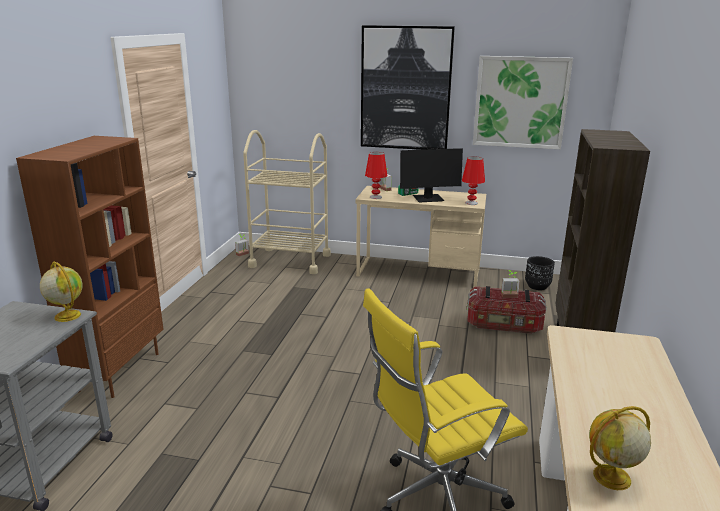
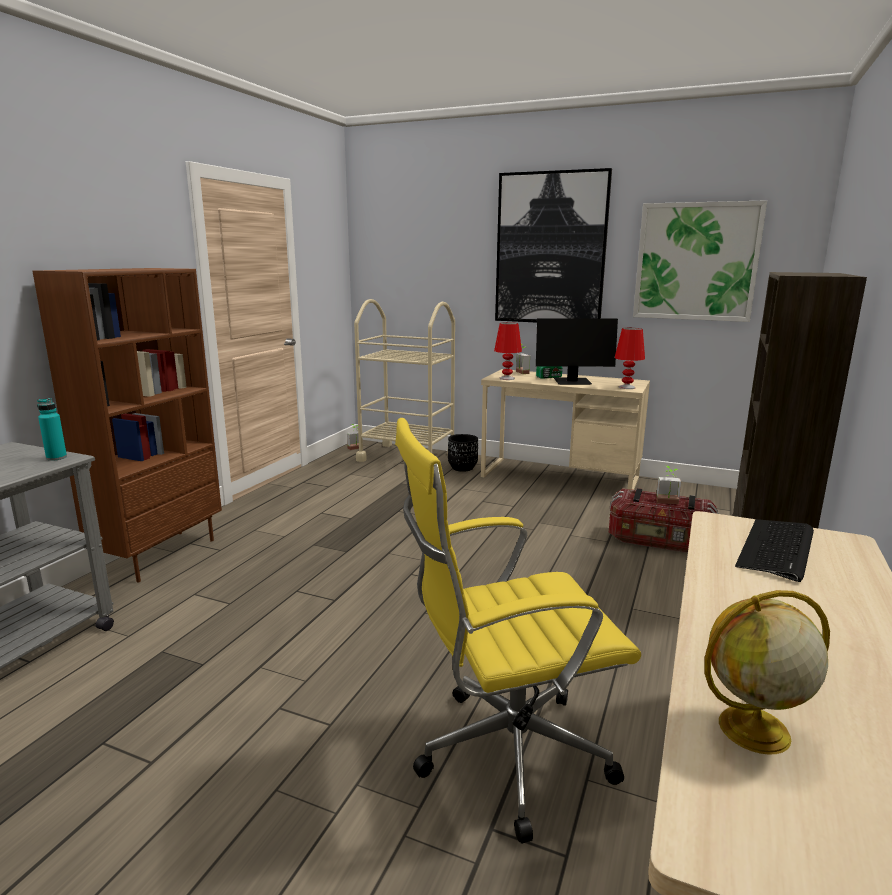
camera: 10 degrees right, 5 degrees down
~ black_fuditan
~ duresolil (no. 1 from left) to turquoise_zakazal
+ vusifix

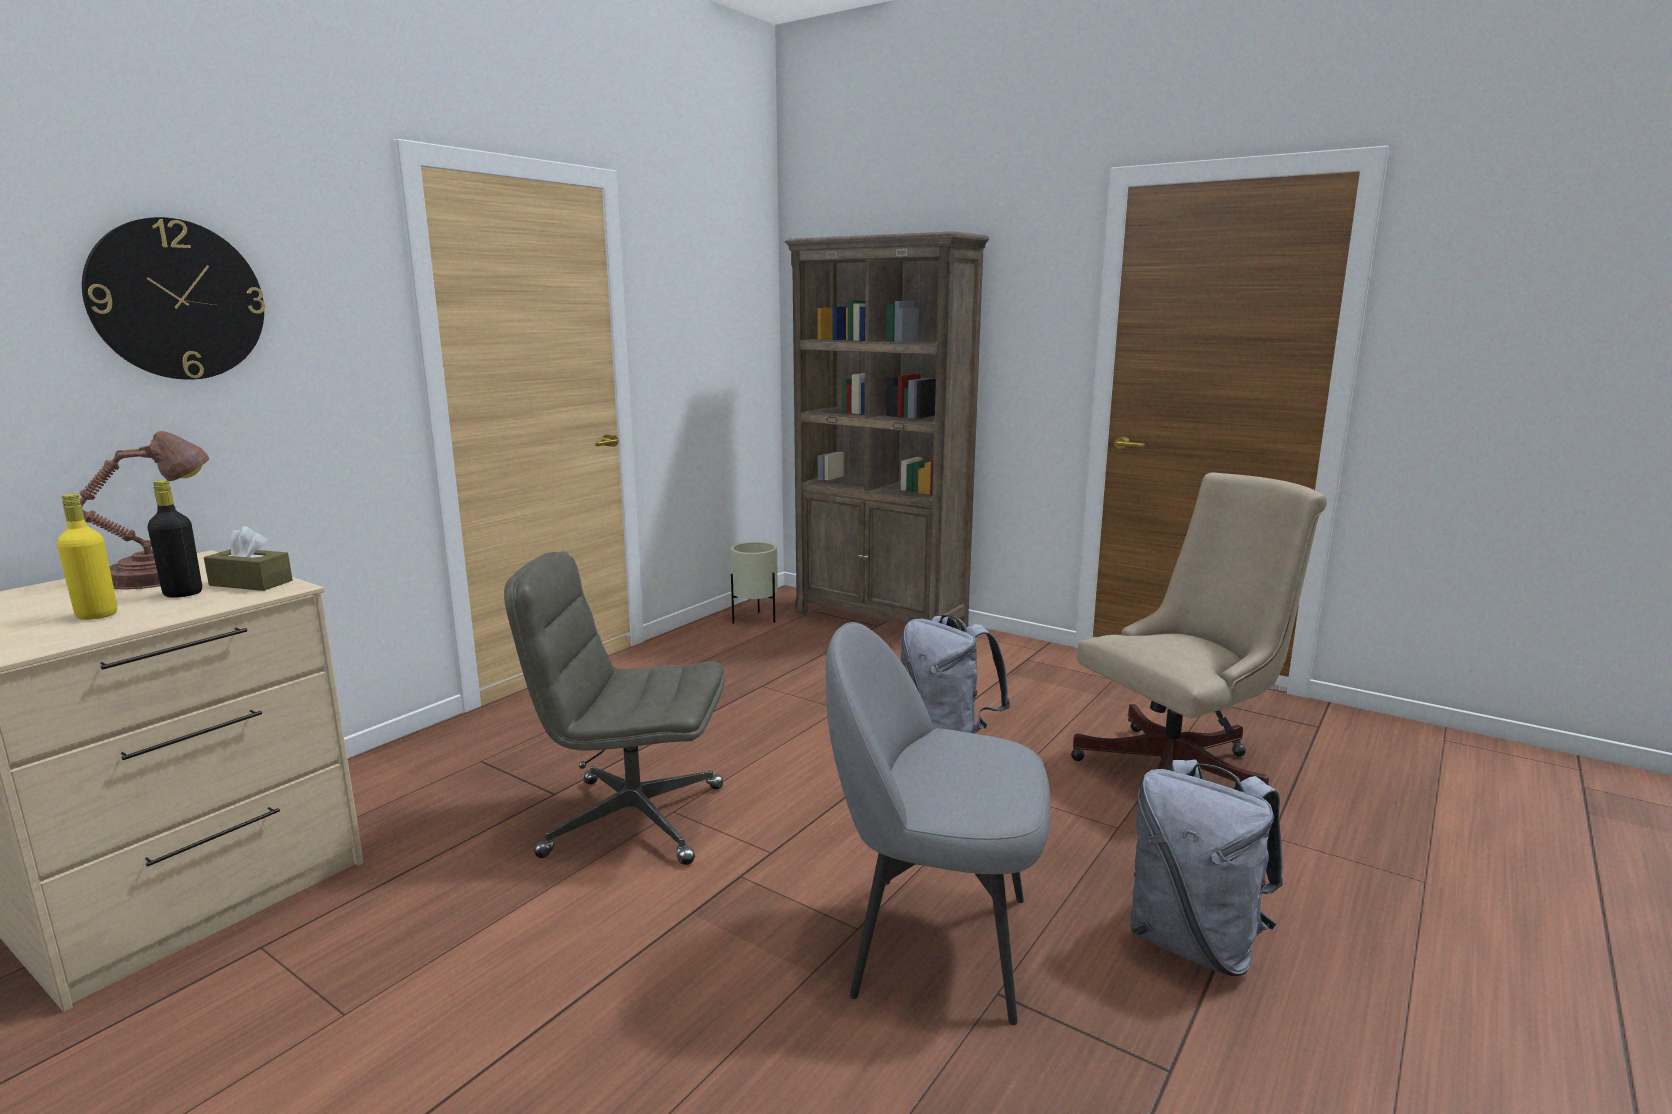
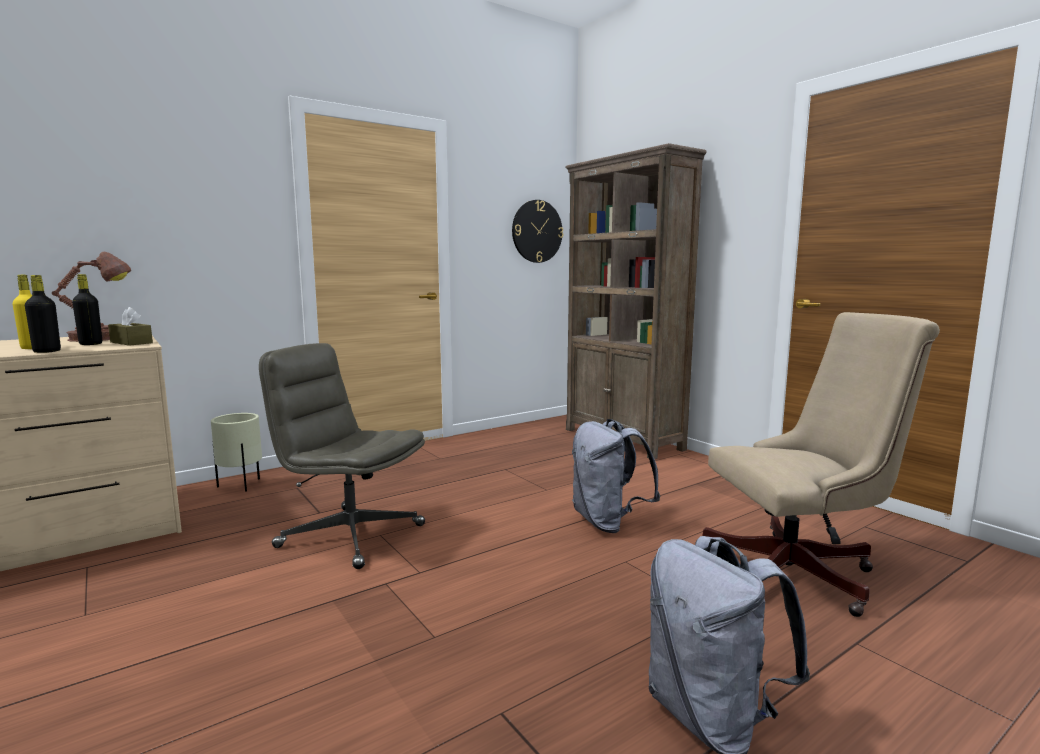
camera: 20 degrees right, 5 degrees down
~ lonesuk
~ beige_fuditan
- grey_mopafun
+ black_zakazal (no. 1 from left)

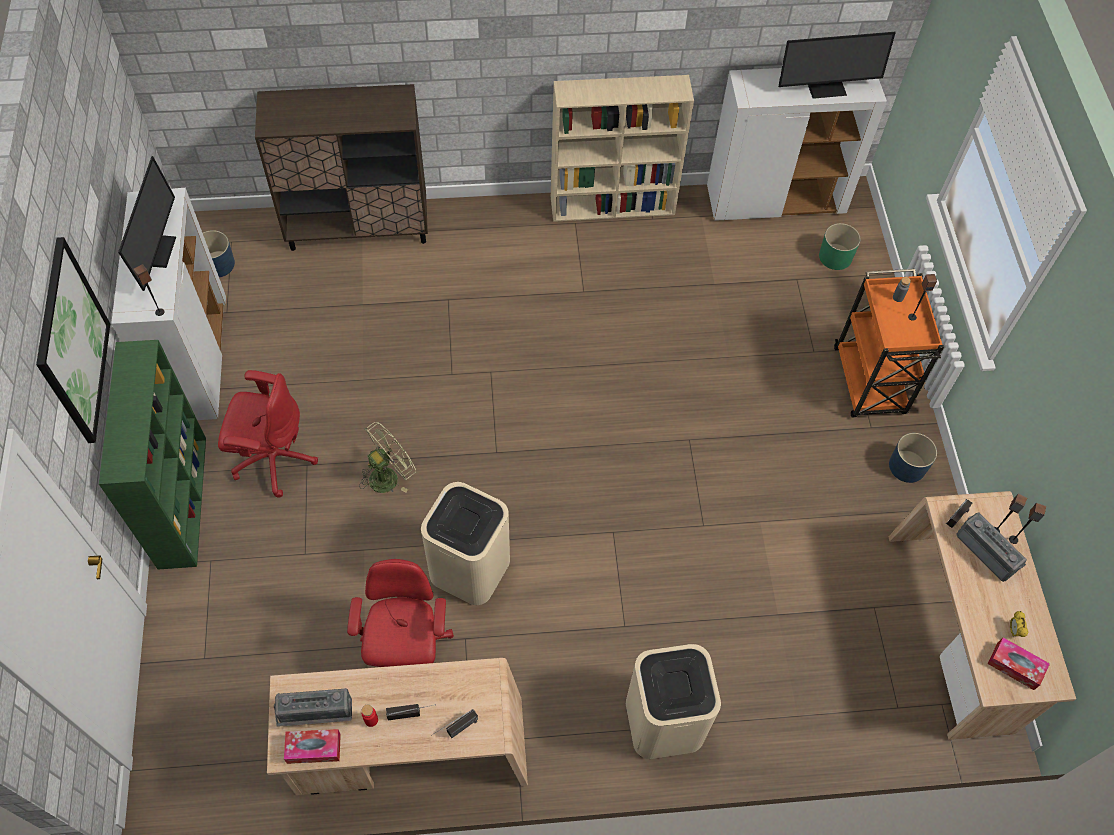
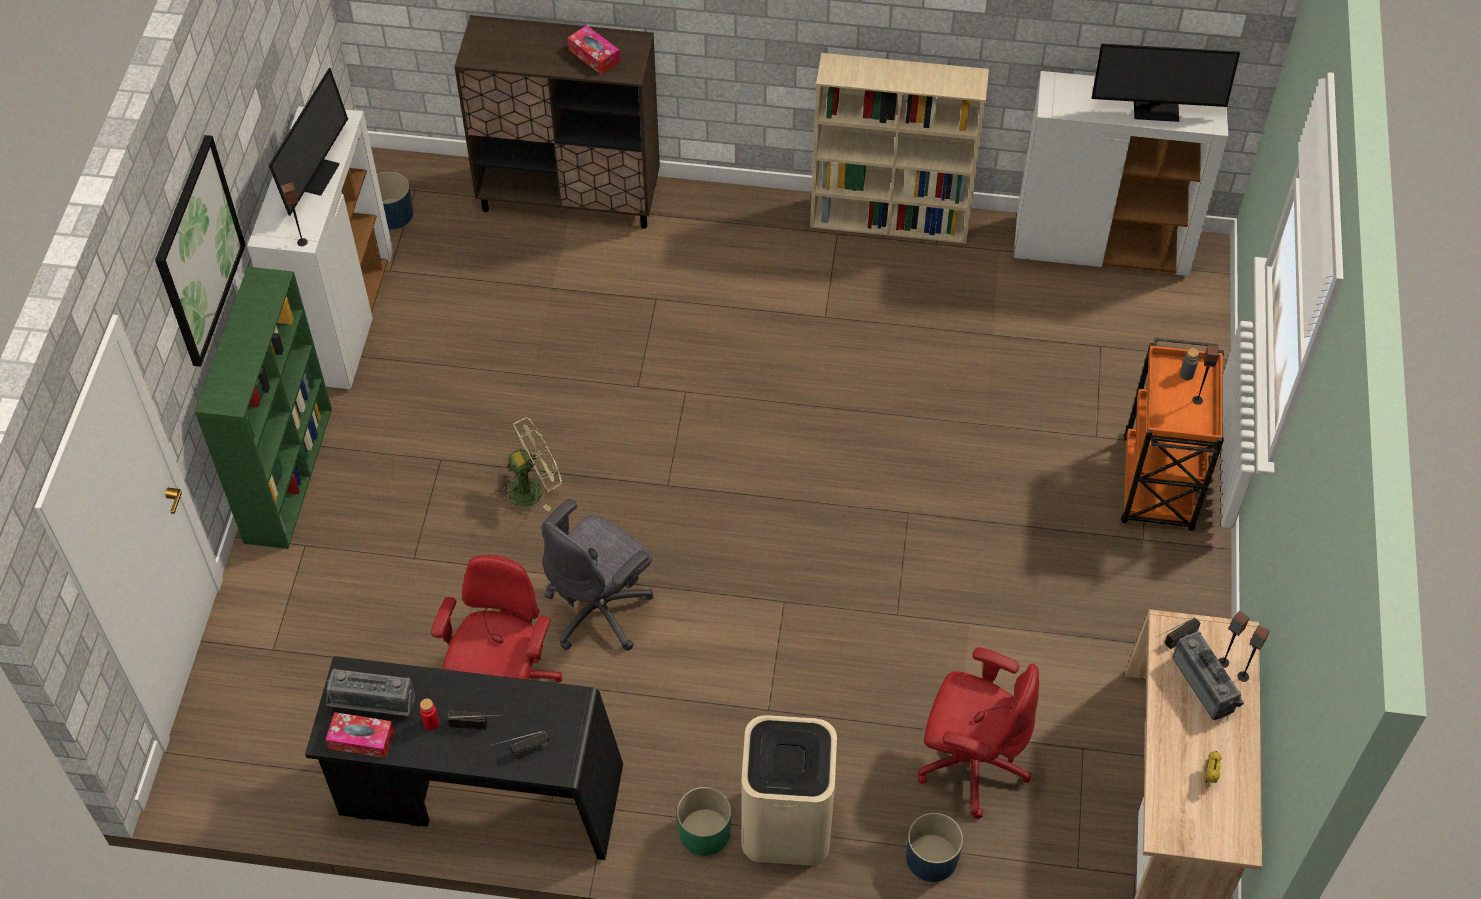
camera: 15 degrees right, 5 degrees down
~ green_fuditan
~ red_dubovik (no. 1 from left in the first image) to red_dubovik (no. 2 from left)
~ blue_fuditan (no. 2 from left)
~ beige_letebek (no. 1 from left) to grey_dubovik
~ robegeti (no. 2 from left)
~ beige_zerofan (no. 1 from left) to black_zerofan

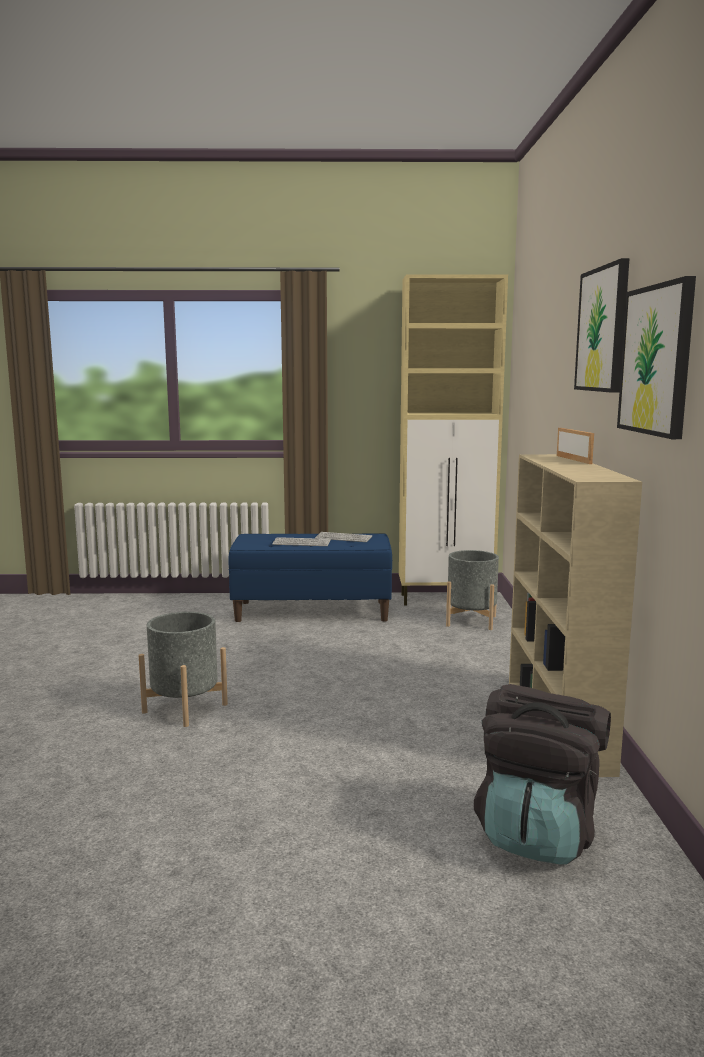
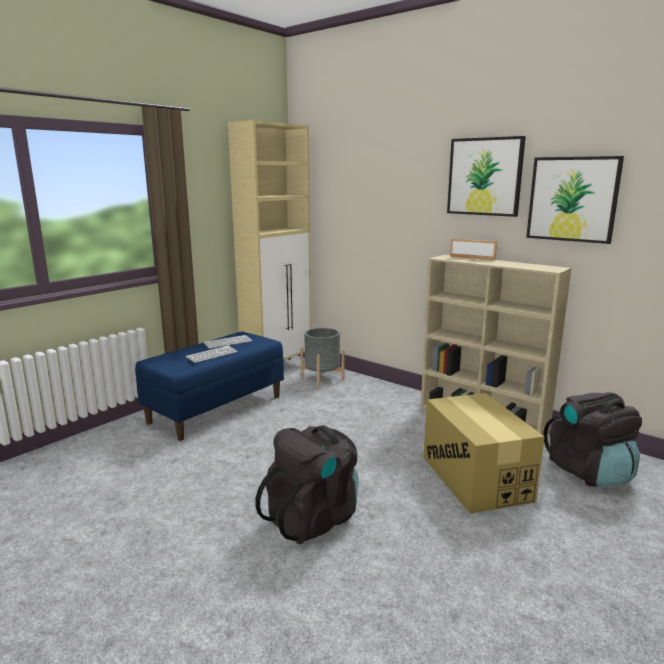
camera: 50 degrees left, 5 degrees up
~ grey_fuditan (no. 1 from left) to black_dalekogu (no. 1 from left)
+ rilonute

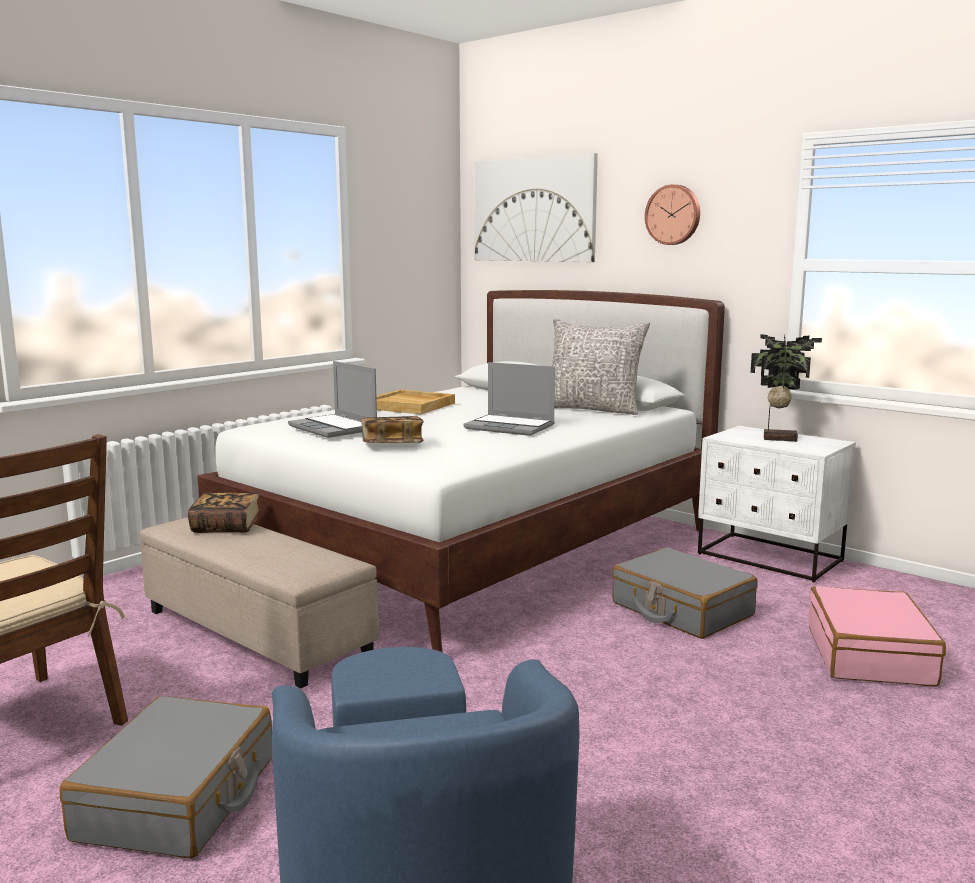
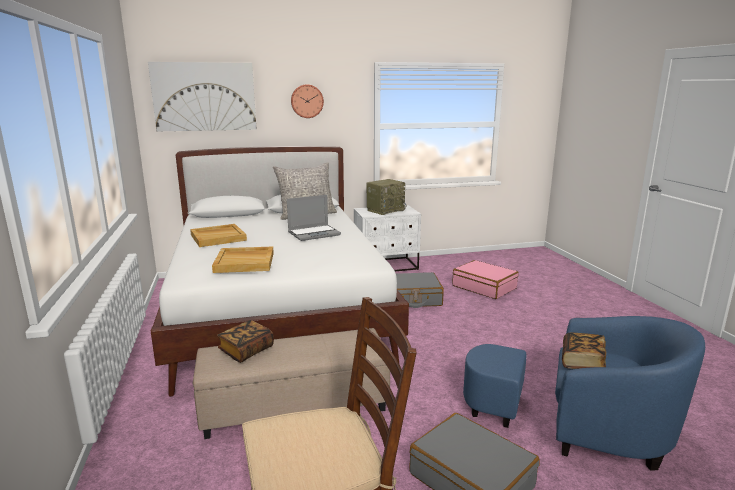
camera: 55 degrees left, 5 degrees up
~ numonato to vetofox
~ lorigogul (no. 1 from left) to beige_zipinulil (no. 2 from left)
~ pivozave (no. 2 from left)

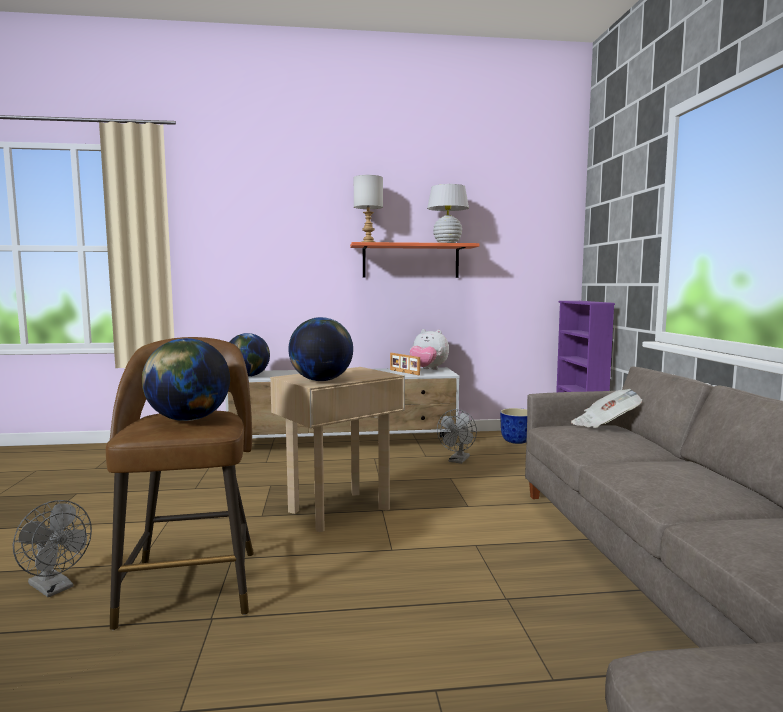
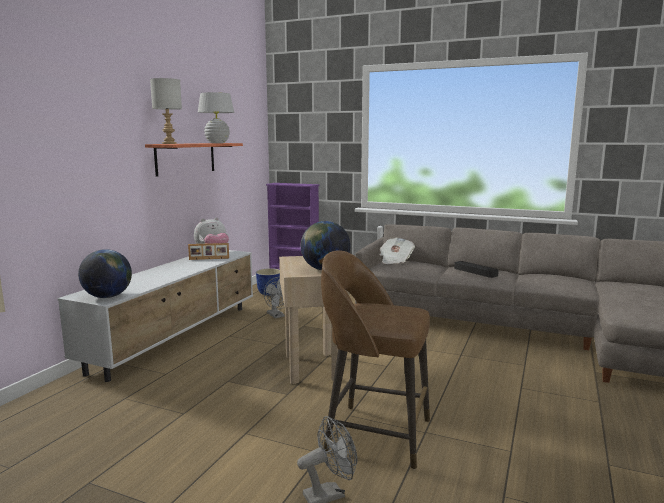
camera: 60 degrees left, 5 degrees up
- duresolil (no. 1 from left)
+ black_zipinulil

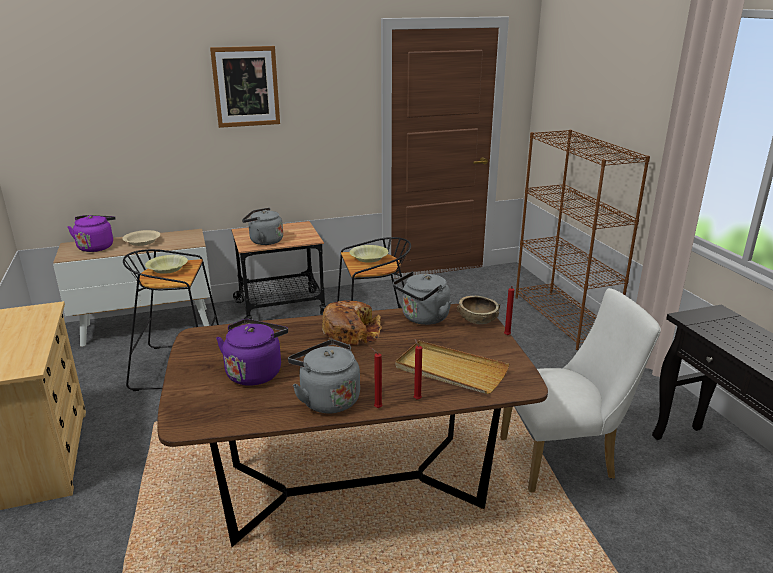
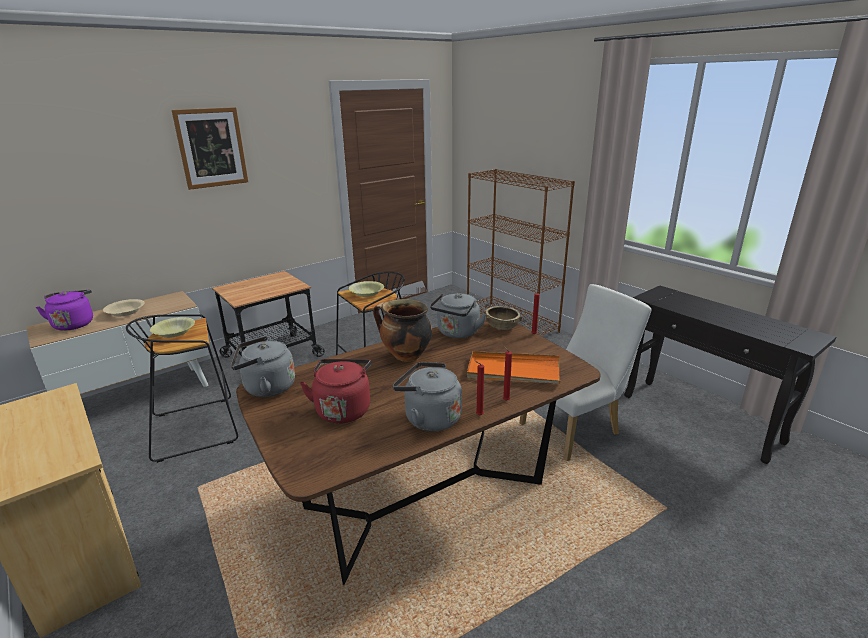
camera: 20 degrees left, 0 degrees up
~ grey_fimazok (no. 1 from left)
~ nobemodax to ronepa
~ purple_fimazok (no. 2 from left) to red_fimazok
~ beige_zipinulil to orange_zipinulil

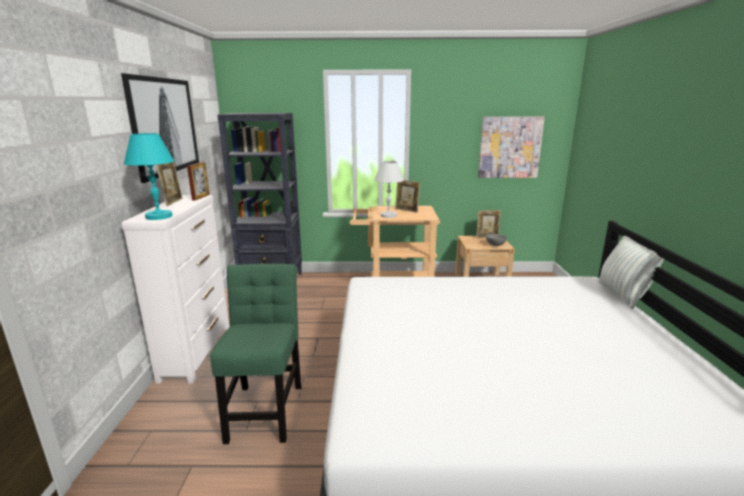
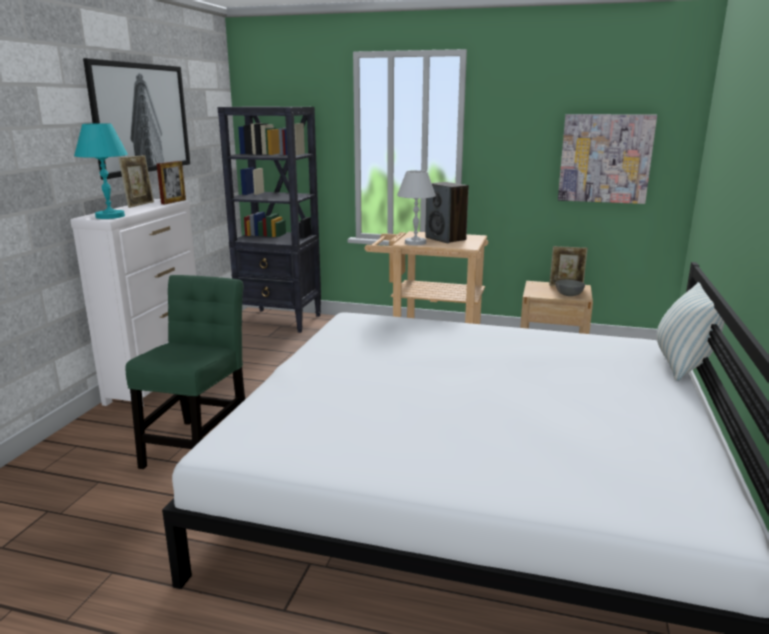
camera: 15 degrees right, 0 degrees up
~ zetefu (no. 3 from left) to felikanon

